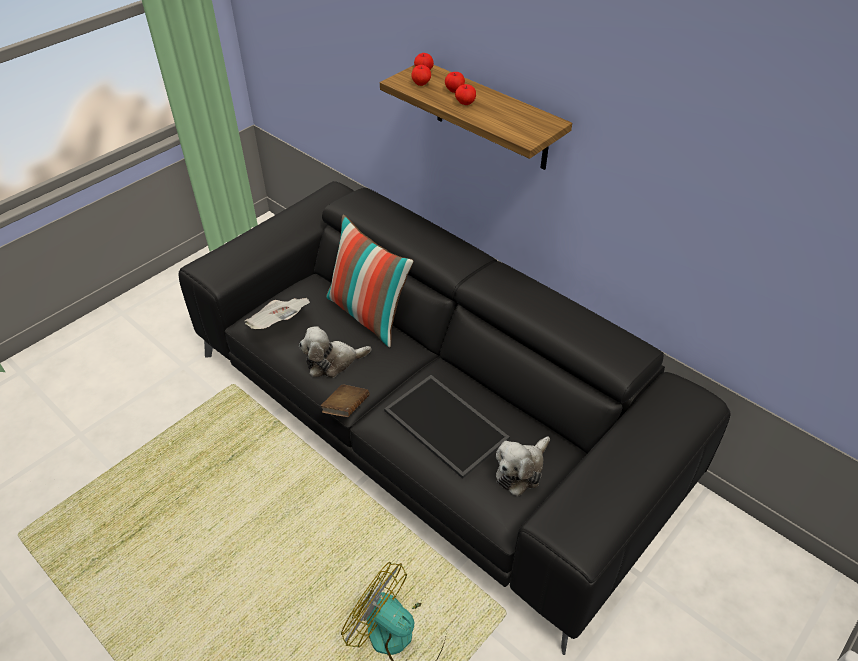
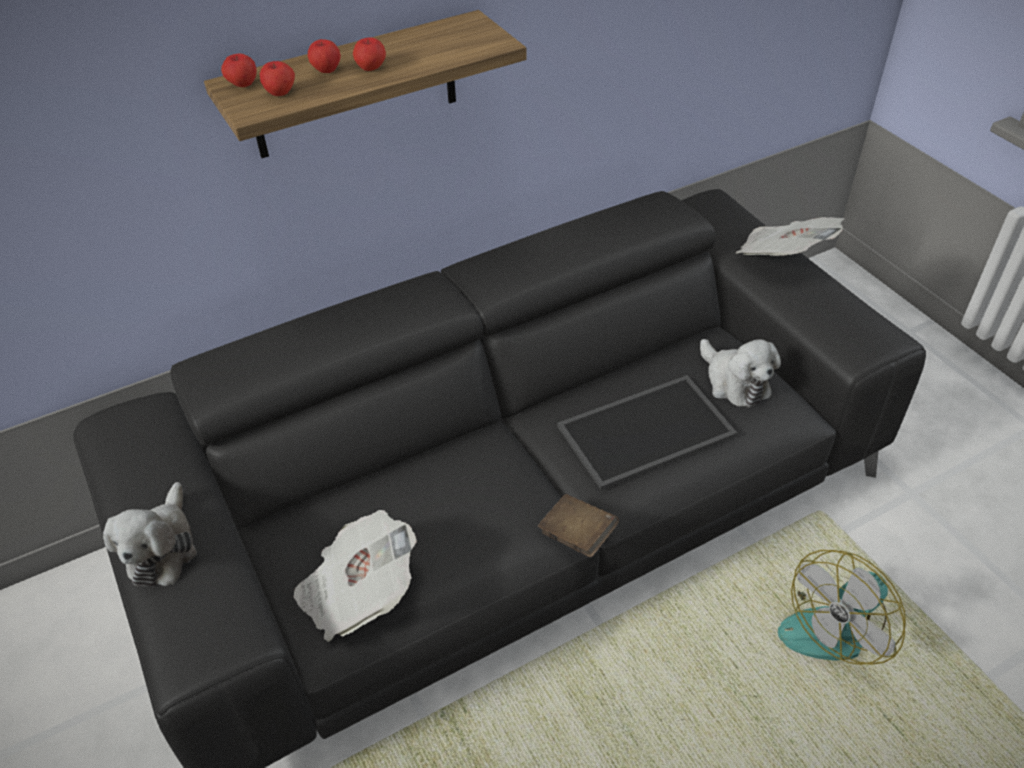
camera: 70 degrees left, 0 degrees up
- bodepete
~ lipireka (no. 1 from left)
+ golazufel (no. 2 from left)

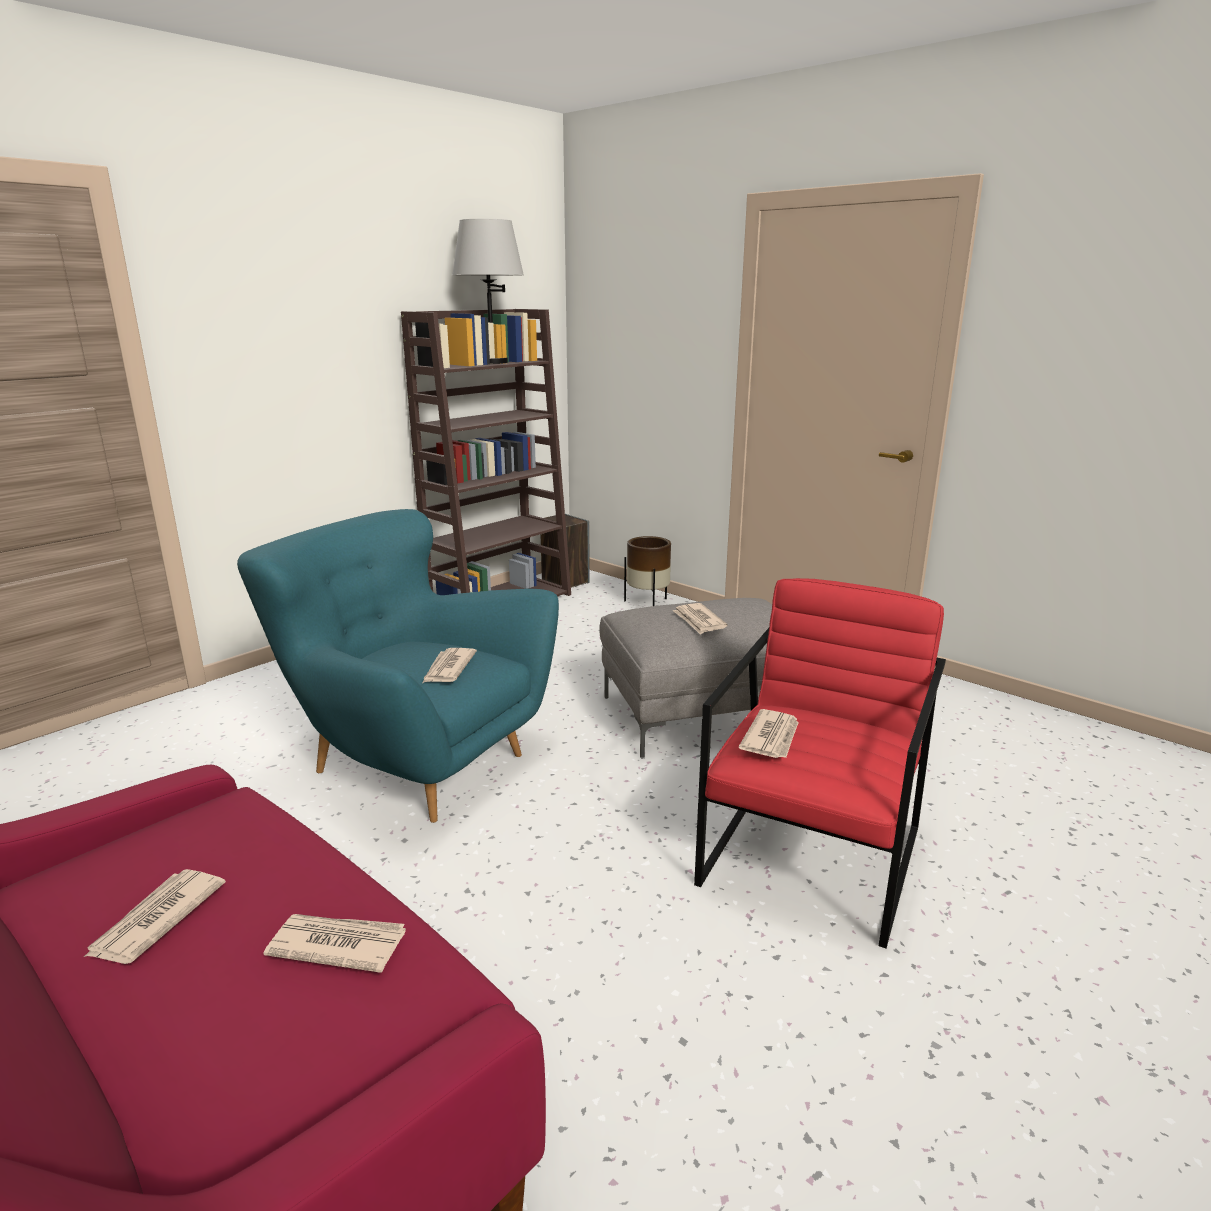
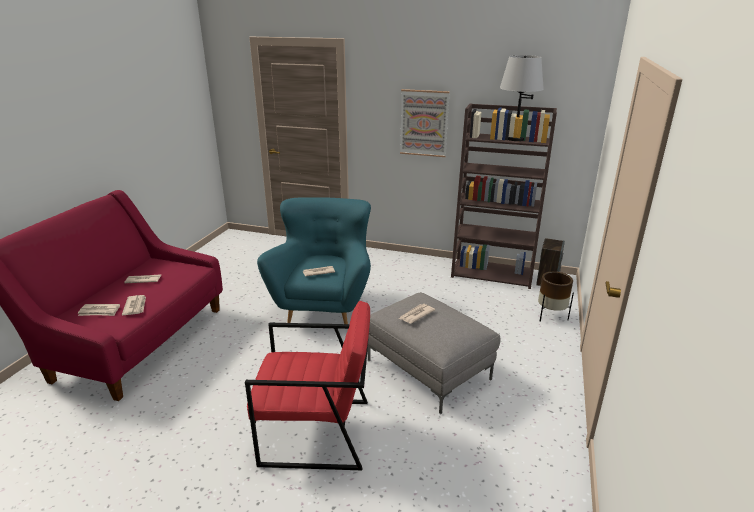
camera: 65 degrees right, 5 degrees up
~ golazufel (no. 5 from left in the first image) to golazufel (no. 1 from left)
+ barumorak

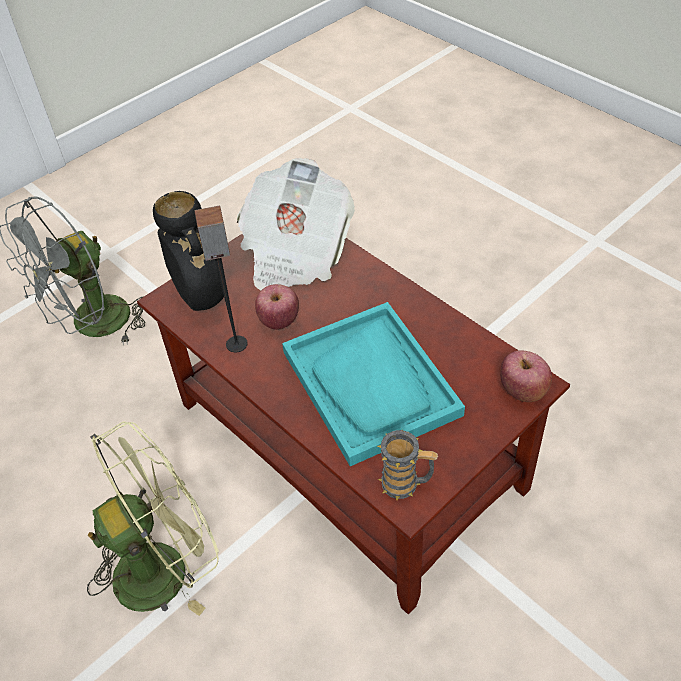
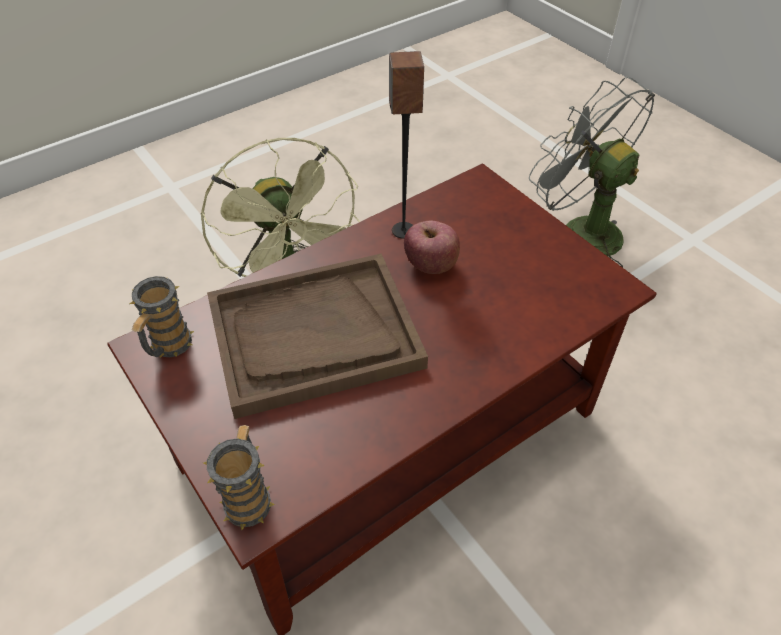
camera: 95 degrees right, 0 degrees up
- golazufel
- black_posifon
~ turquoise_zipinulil to brown_zipinulil
~ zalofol (no. 2 from left) to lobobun (no. 2 from left)

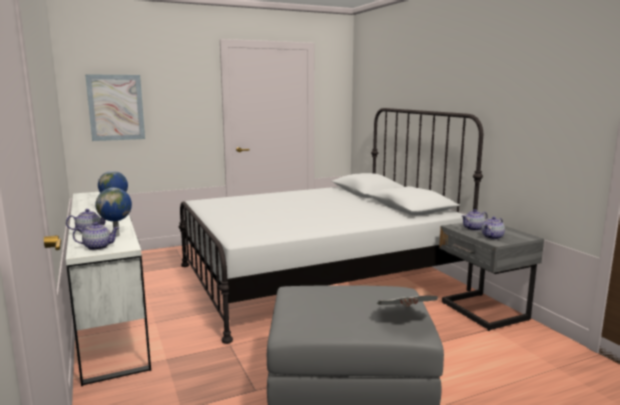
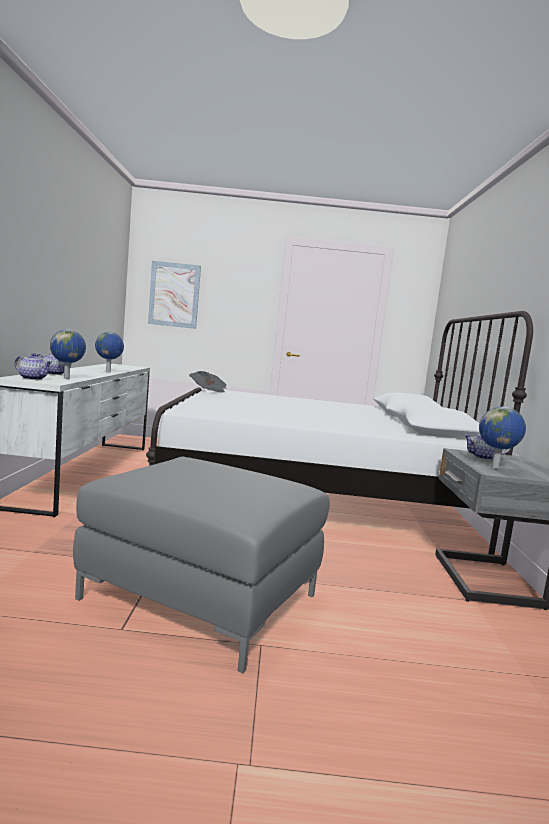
camera: 25 degrees right, 5 degrees down
~ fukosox (no. 4 from left) to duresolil (no. 3 from left)
~ golazufel

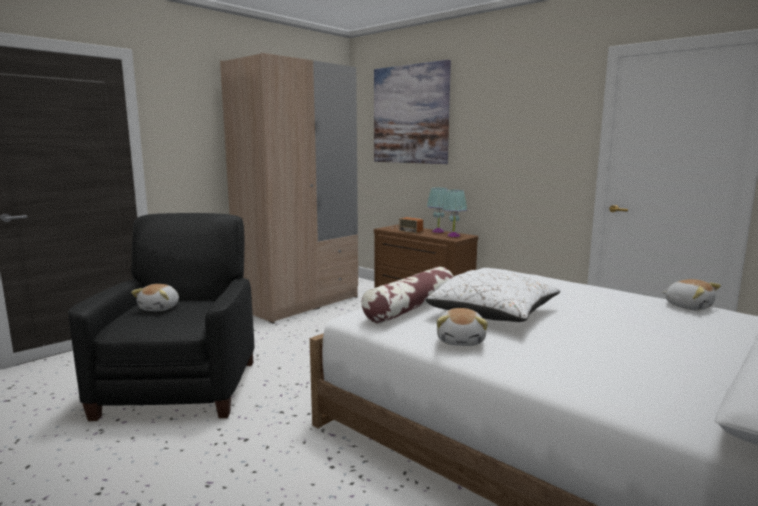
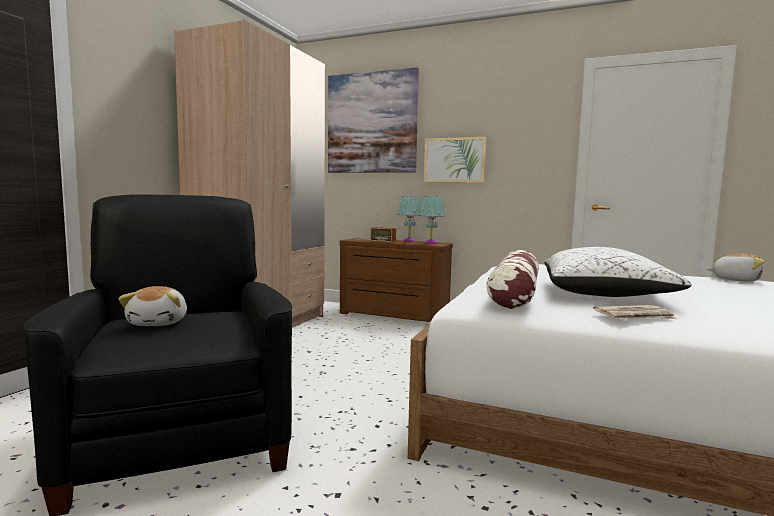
camera: 20 degrees left, 5 degrees down
~ lipireka (no. 2 from left) to golazufel
+ barumorak (no. 2 from left)

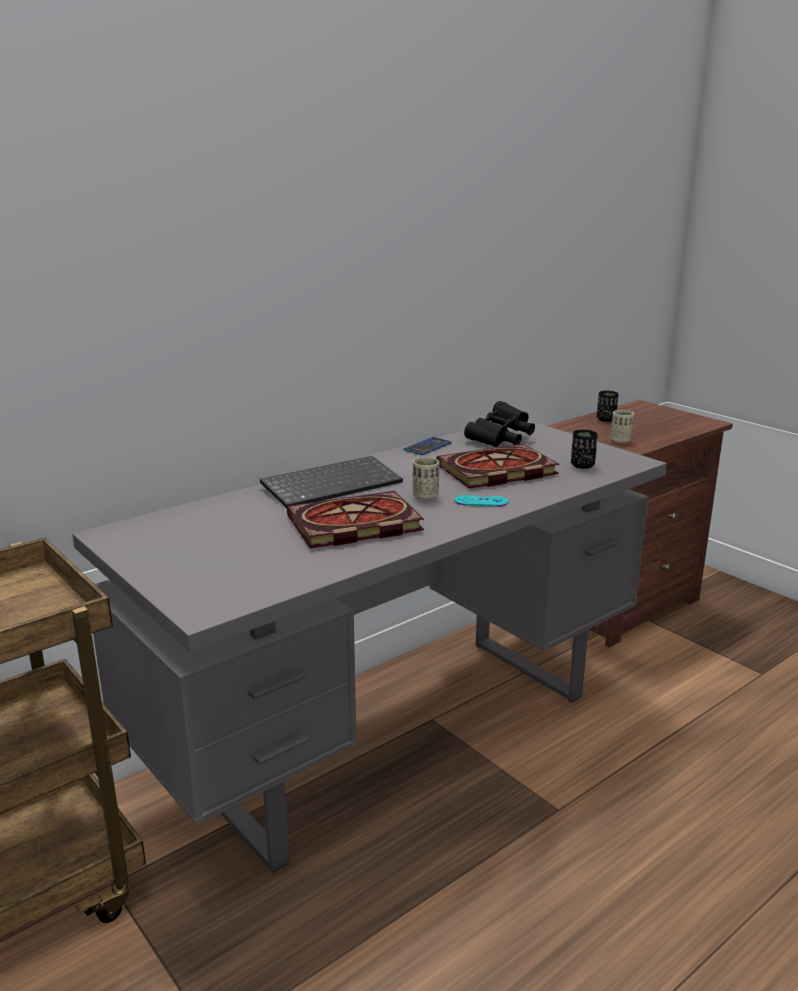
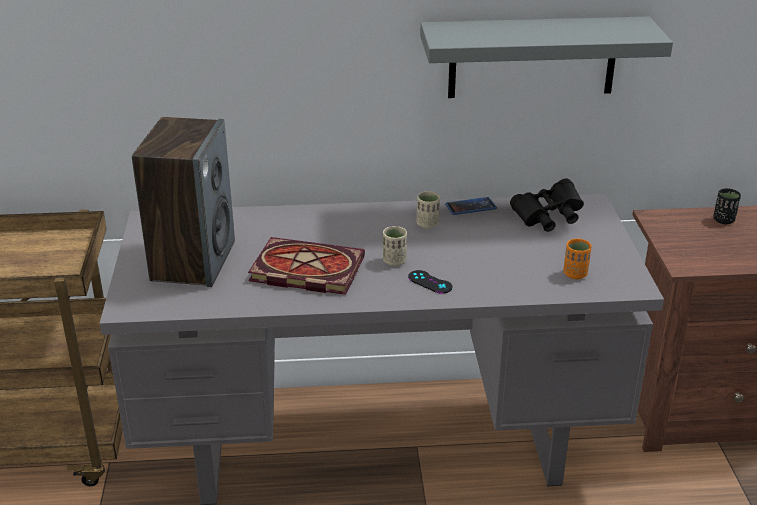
camera: 35 degrees right, 10 degrees up
~ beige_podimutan (no. 2 from left)
~ black_podimutan (no. 1 from left) to orange_podimutan
- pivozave (no. 2 from left)
- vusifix
~ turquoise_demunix to black_demunix
+ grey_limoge
+ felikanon

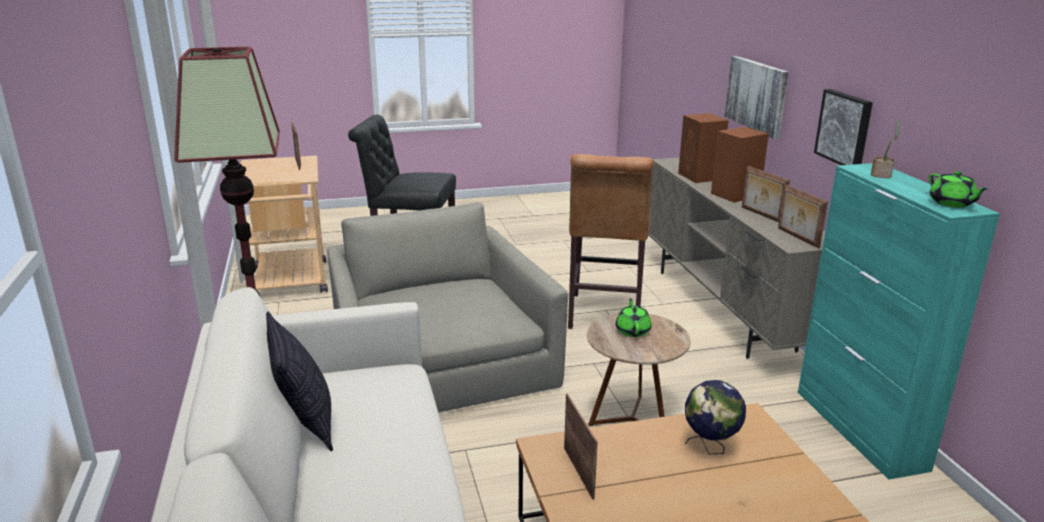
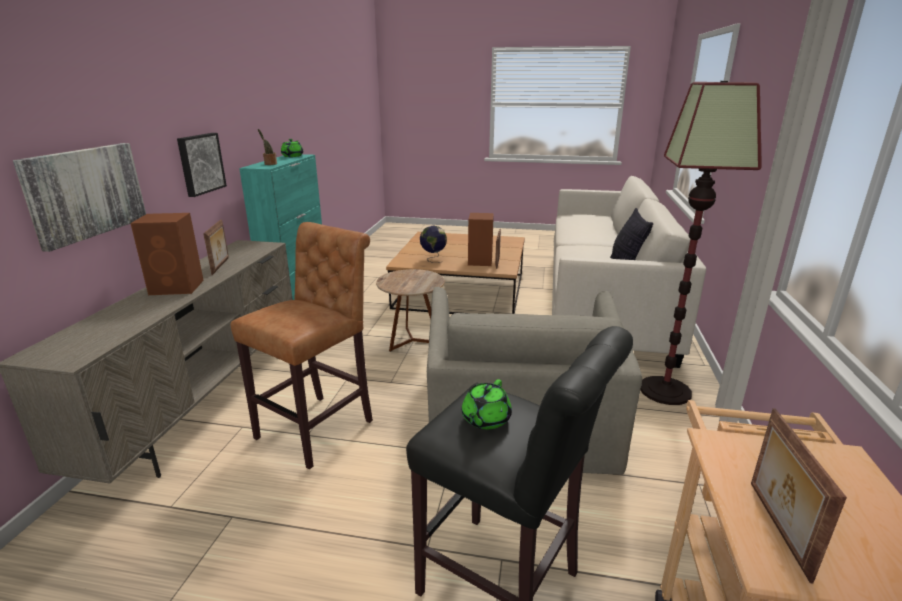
camera: 155 degrees left, 0 degrees up
~ brown_felikanon (no. 1 from left in the first image) to brown_felikanon (no. 2 from left)
- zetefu (no. 4 from left)
~ green_fukosox (no. 1 from left in the first image) to green_fukosox (no. 2 from left)

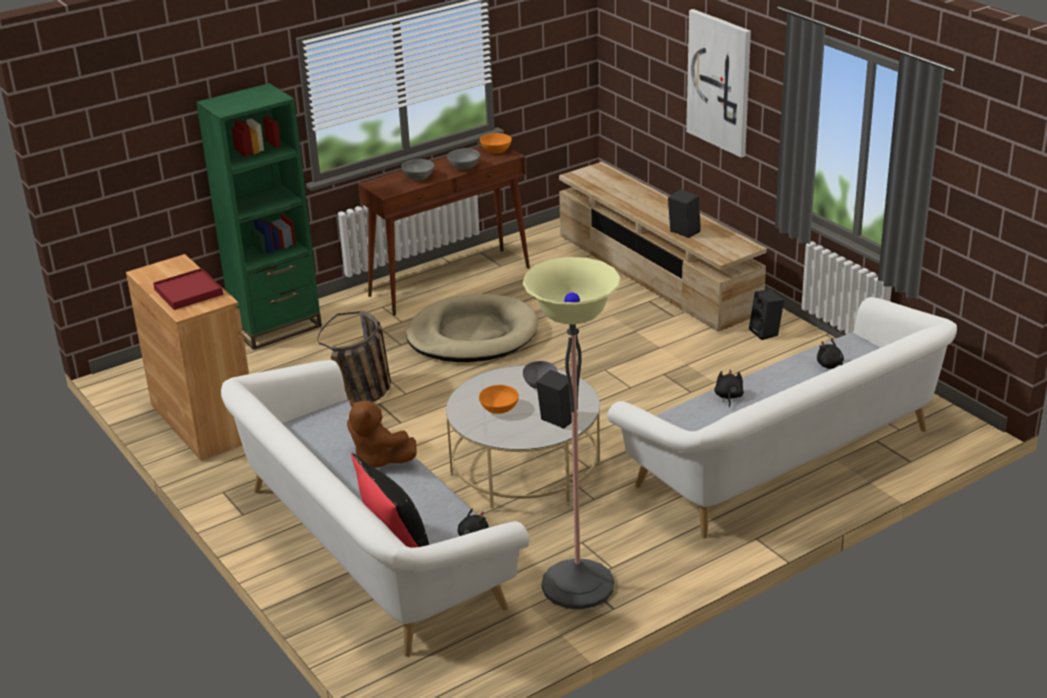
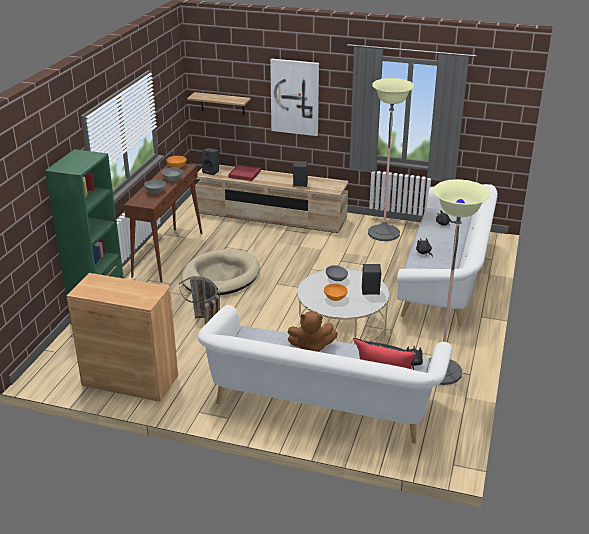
camera: 40 degrees left, 0 degrees up
~ red_zipinulil
~ black_felikanon (no. 3 from left in the first image) to black_felikanon (no. 1 from left)
+ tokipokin (no. 1 from left)
+ limoge

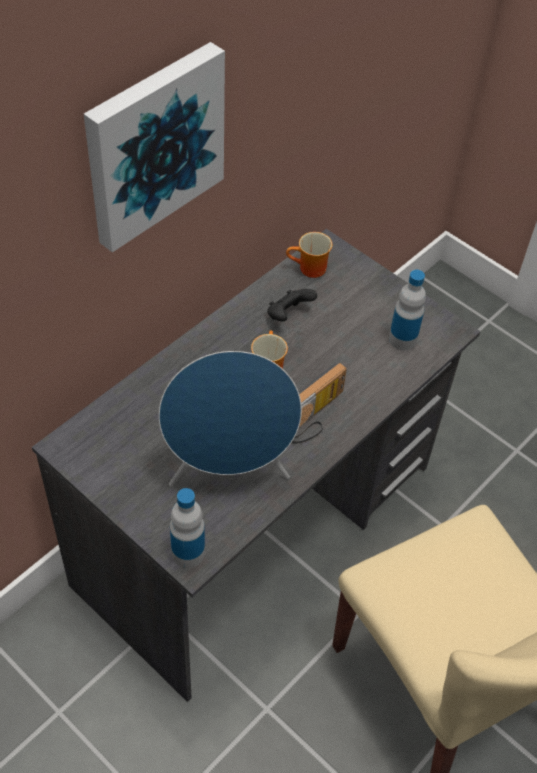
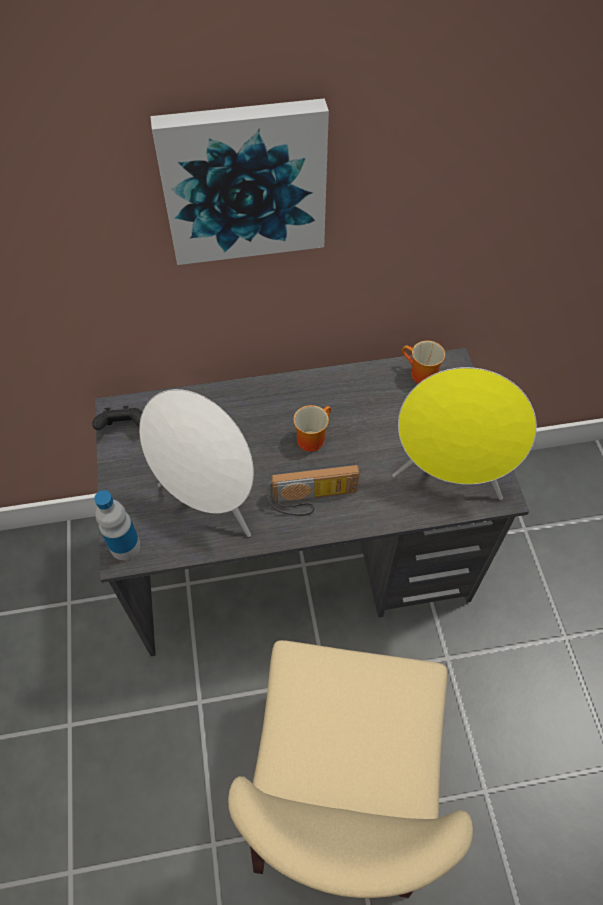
camera: 40 degrees right, 5 degrees up
~ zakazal (no. 2 from left) to yellow_felikanon
~ black_demunix
~ blue_felikanon to white_felikanon

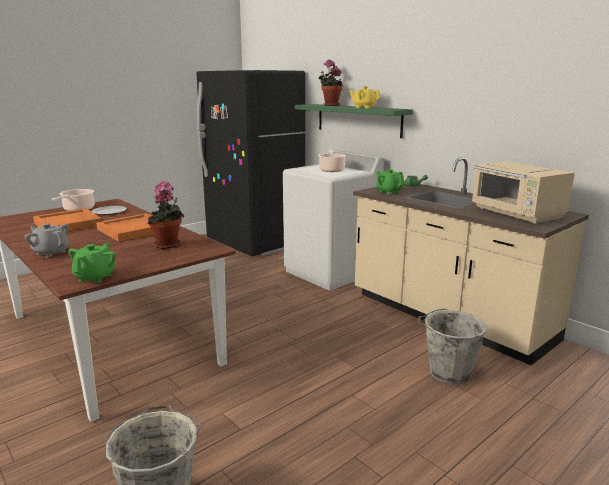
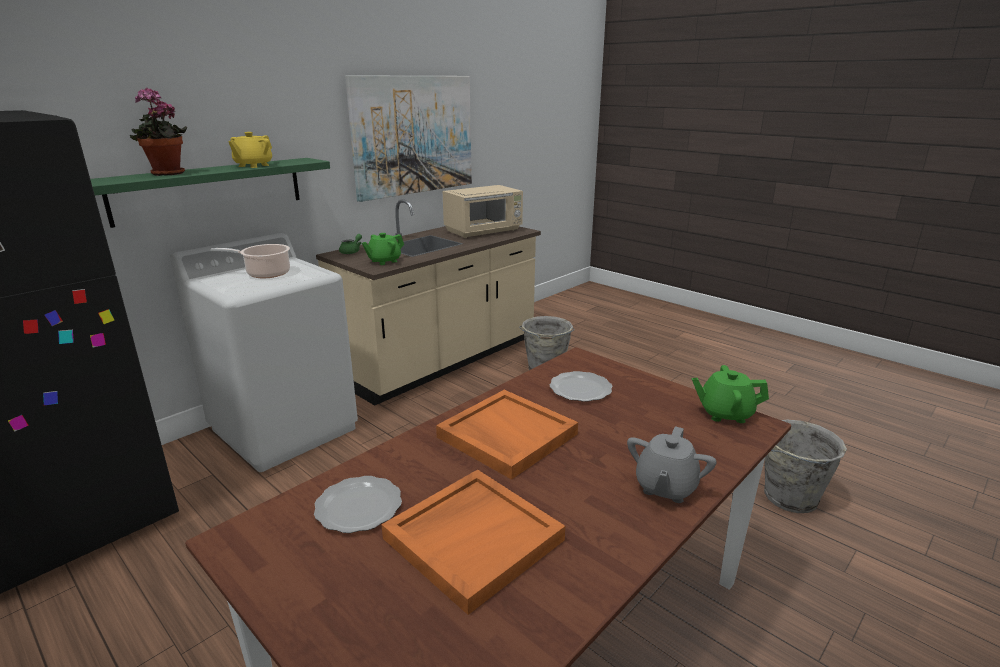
camera: 95 degrees left, 5 degrees up
~ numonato (no. 1 from left) to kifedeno (no. 2 from left)
- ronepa (no. 1 from left)
+ barumorak

